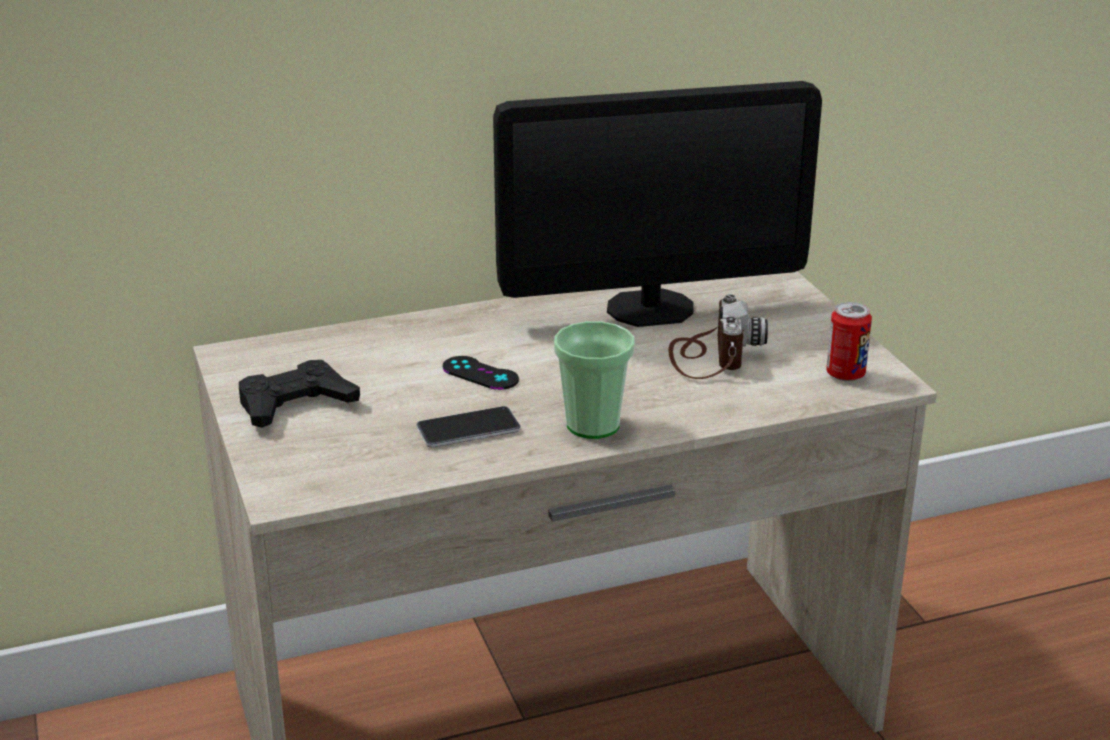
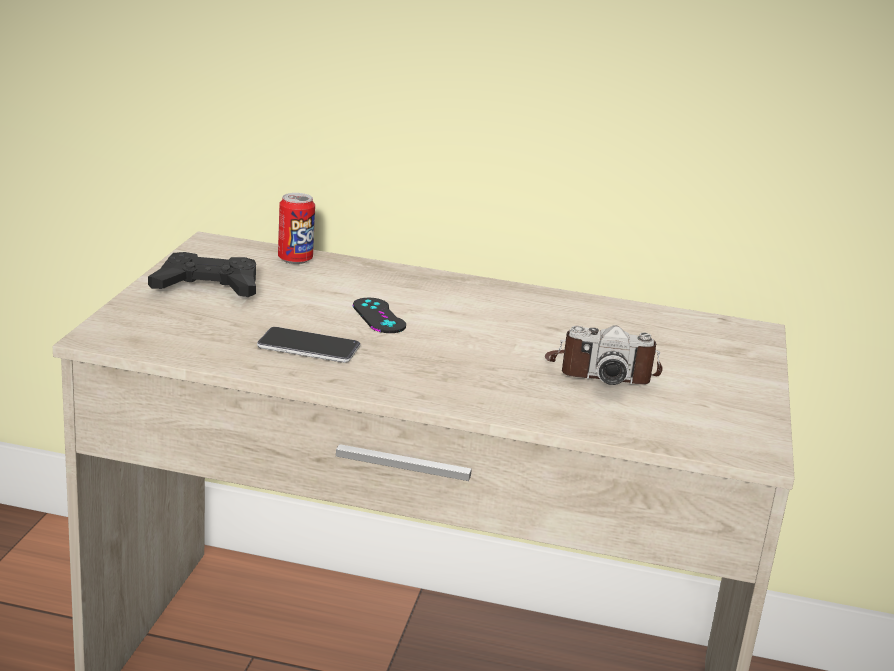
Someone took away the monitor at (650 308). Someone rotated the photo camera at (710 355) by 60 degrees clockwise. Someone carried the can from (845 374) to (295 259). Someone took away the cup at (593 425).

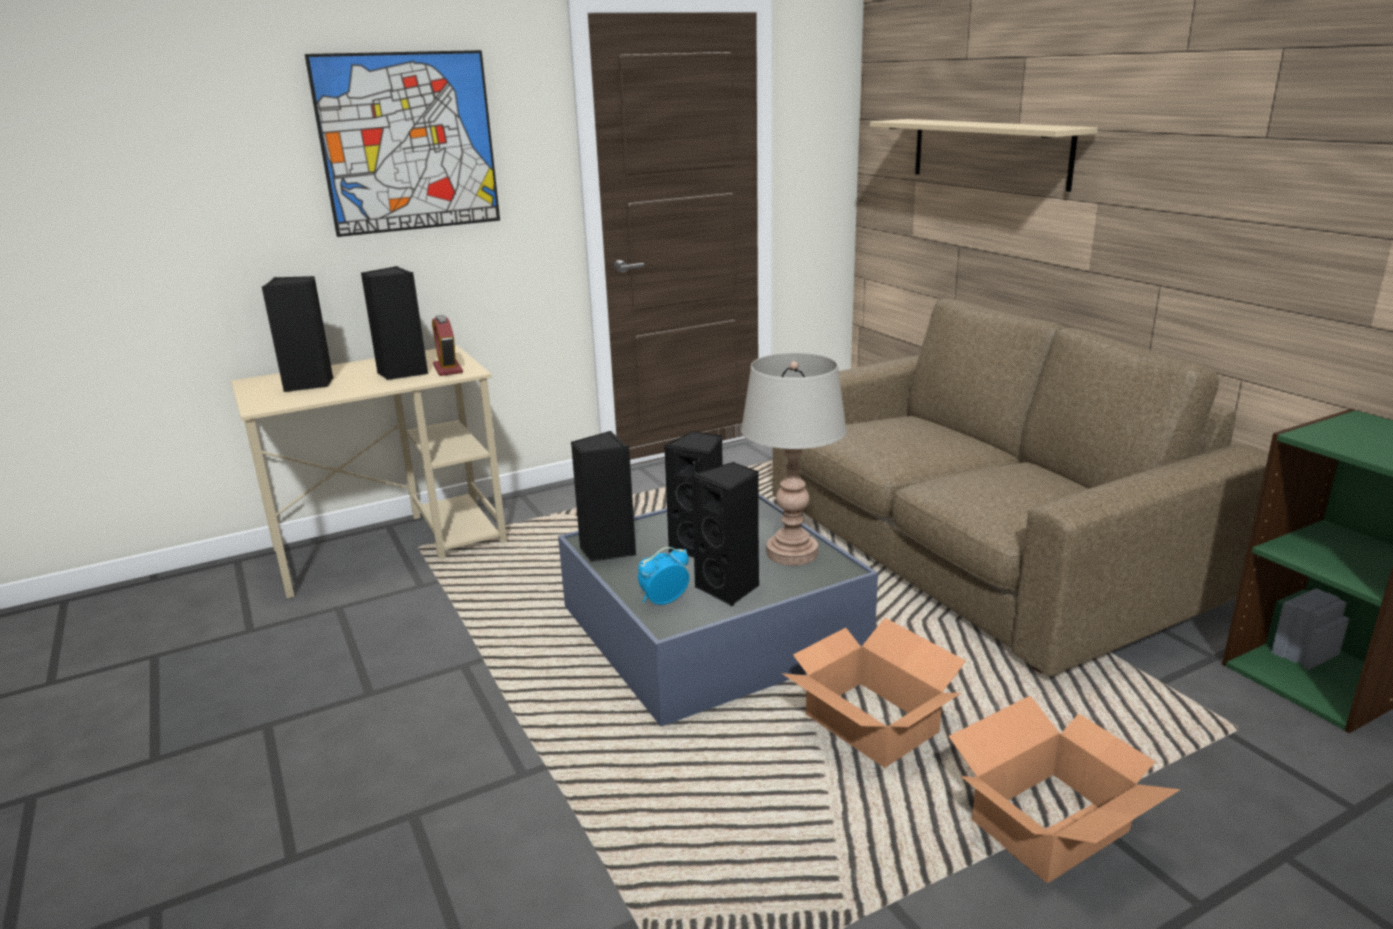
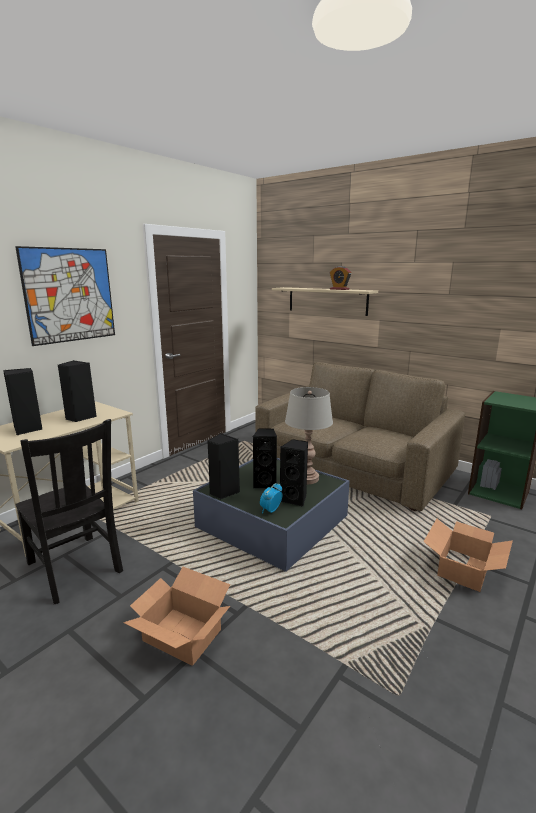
Someone carried the alarm clock from (448 369) to (339 289). Someone carried the cardboard box from (871 723) to (182 634). Someone put down the chair (black) at (75 569).

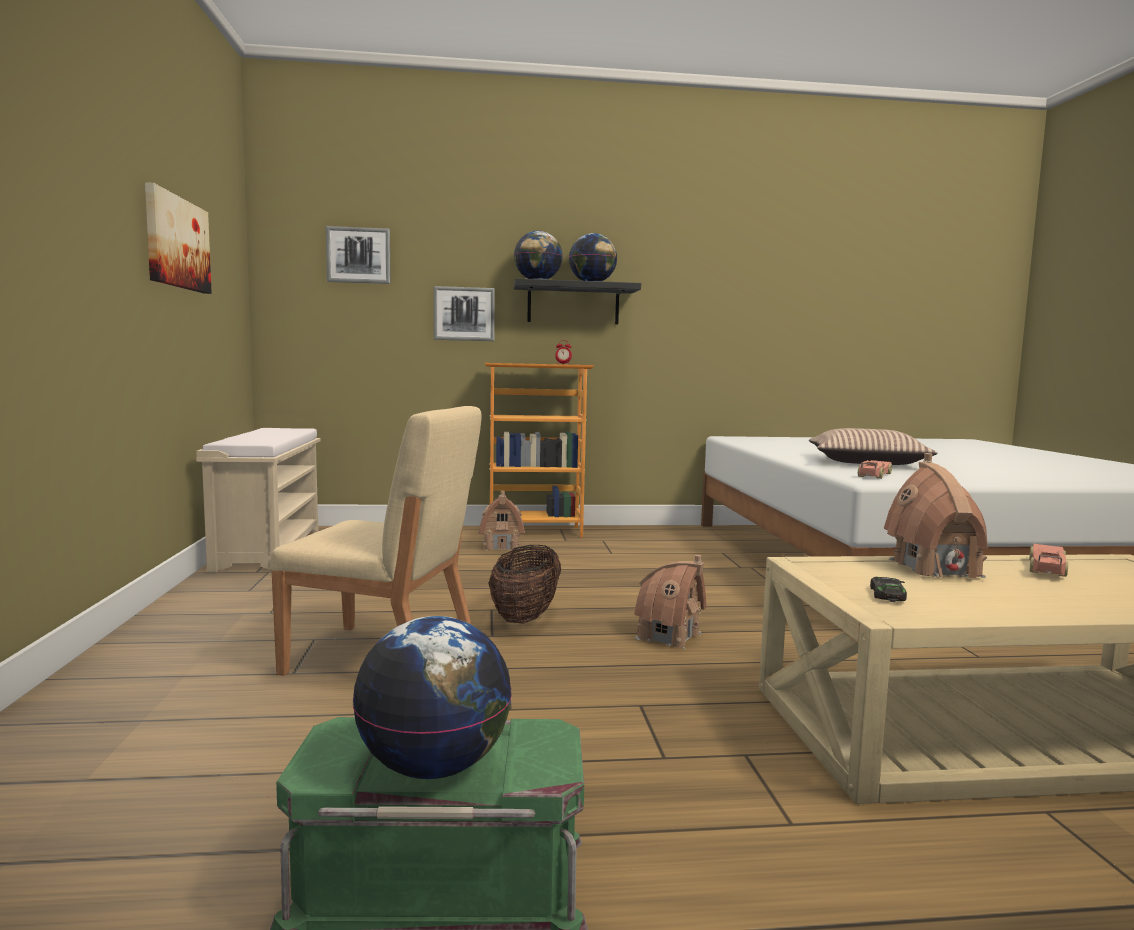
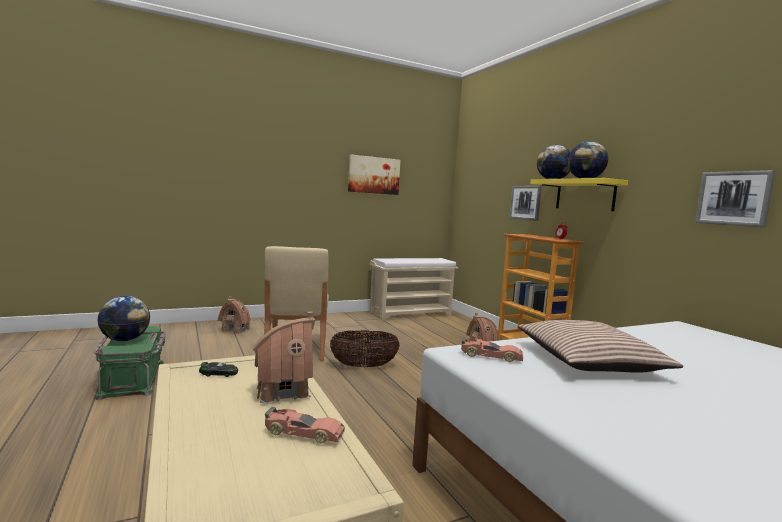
Someone carried the picture from (358 255) to (733 198). Someone repainted the shelf (black) at (573 304), which became the shelf (yellow) at (585 195). Someone carried the toy house from (669 636) to (235 330).

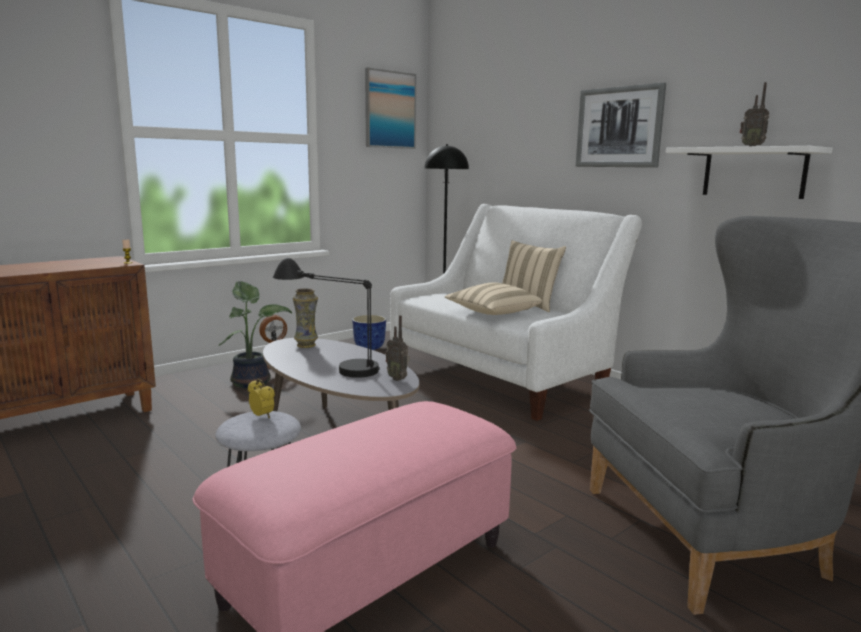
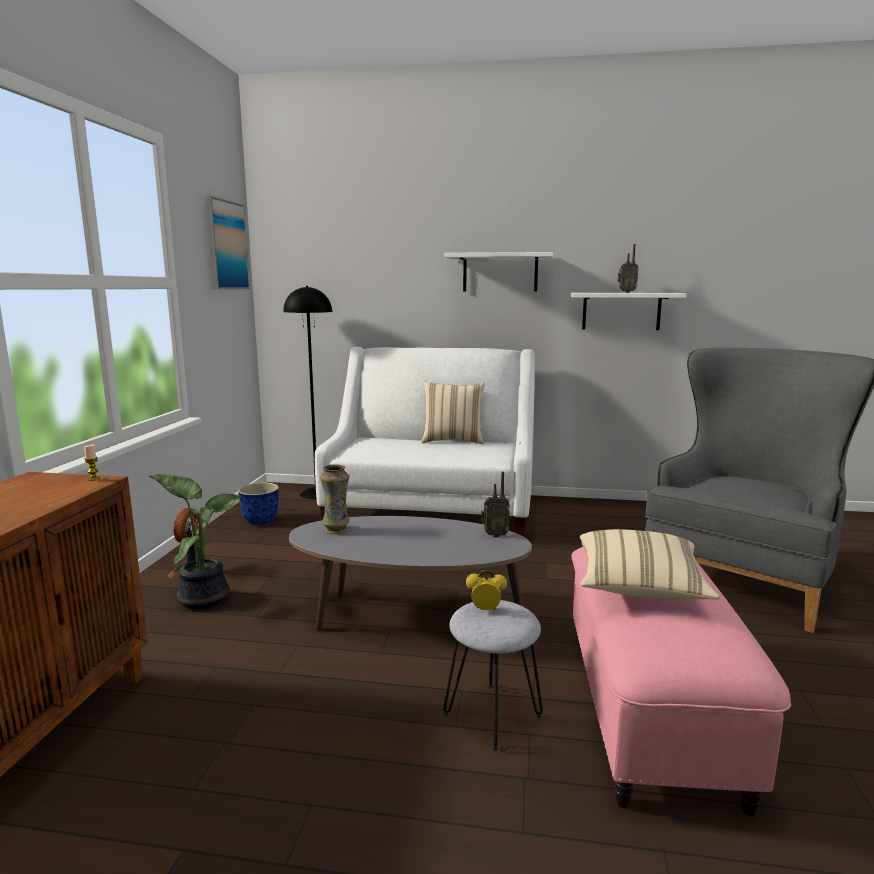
Someone swapped the picture at (619 127) for the shelf (white) at (500 273). Someone took away the table lamp (black) at (329 365). Someone carried the pillow (beige) from (492 313) to (639 587).

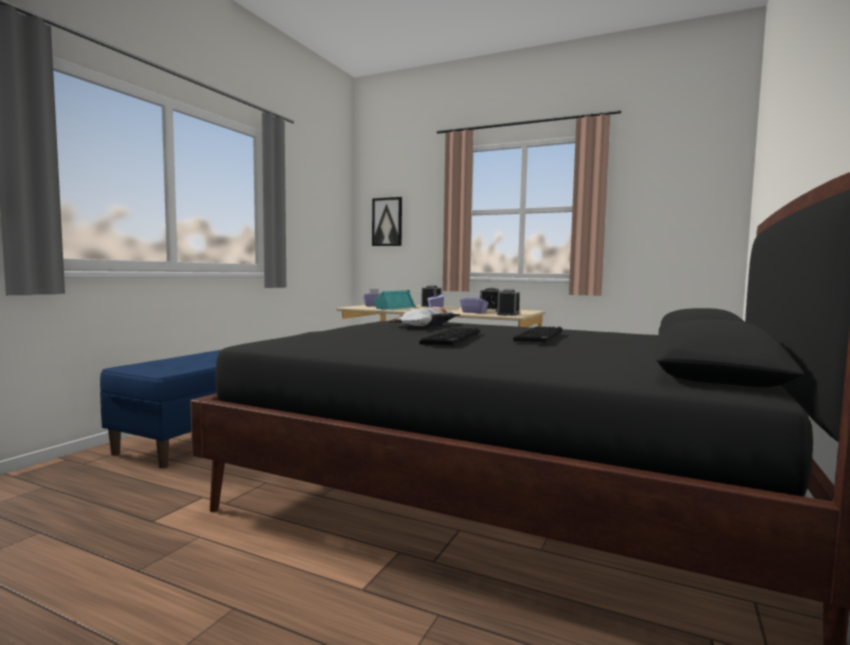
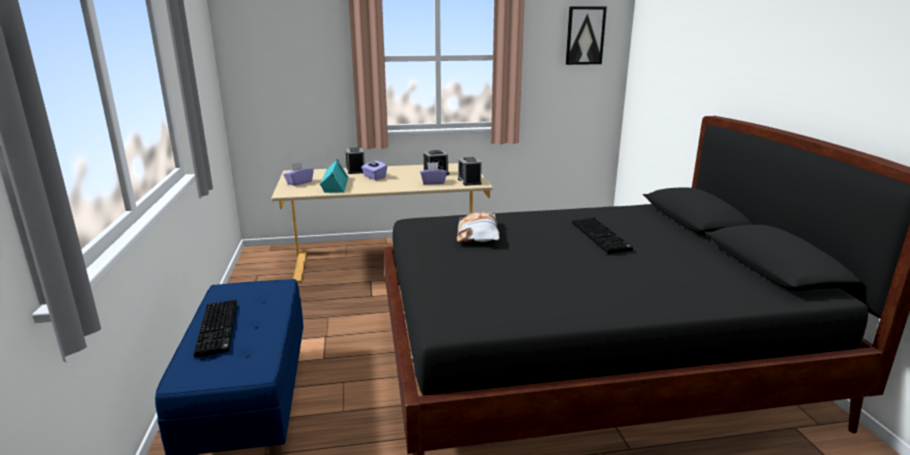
Someone carried the picture from (387 222) to (585 35). Someone carried the keyboard from (453 339) to (219 328).

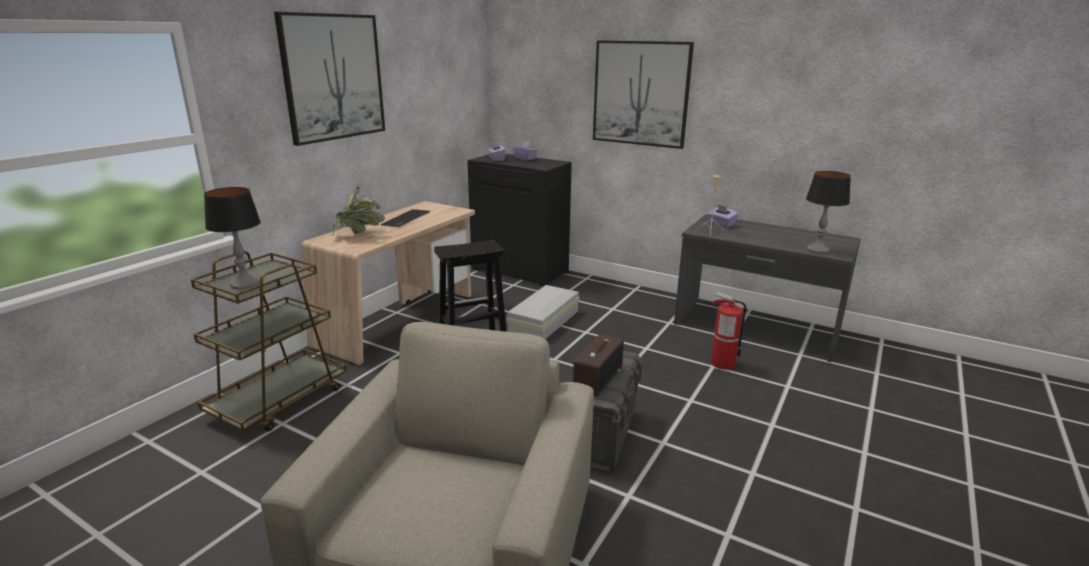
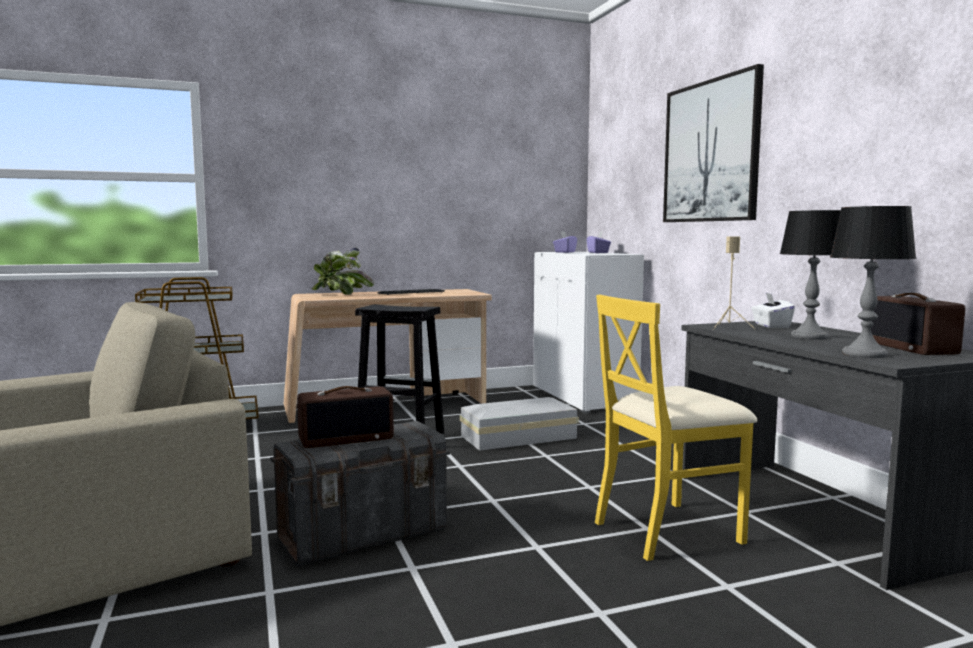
Someone took away the picture at (333 77). Someone repainted the cabinet (black) at (520 270), which became the cabinet (white) at (584 397). Someone carried the table lamp from (244 284) to (809 337). Someone repainted the tissue box (purple) at (721 224), which became the tissue box (white) at (771 326). Someone swapped the fire extinguisher at (722 363) for the chair (yellow) at (667 530). Someone put down the radio at (910 347).

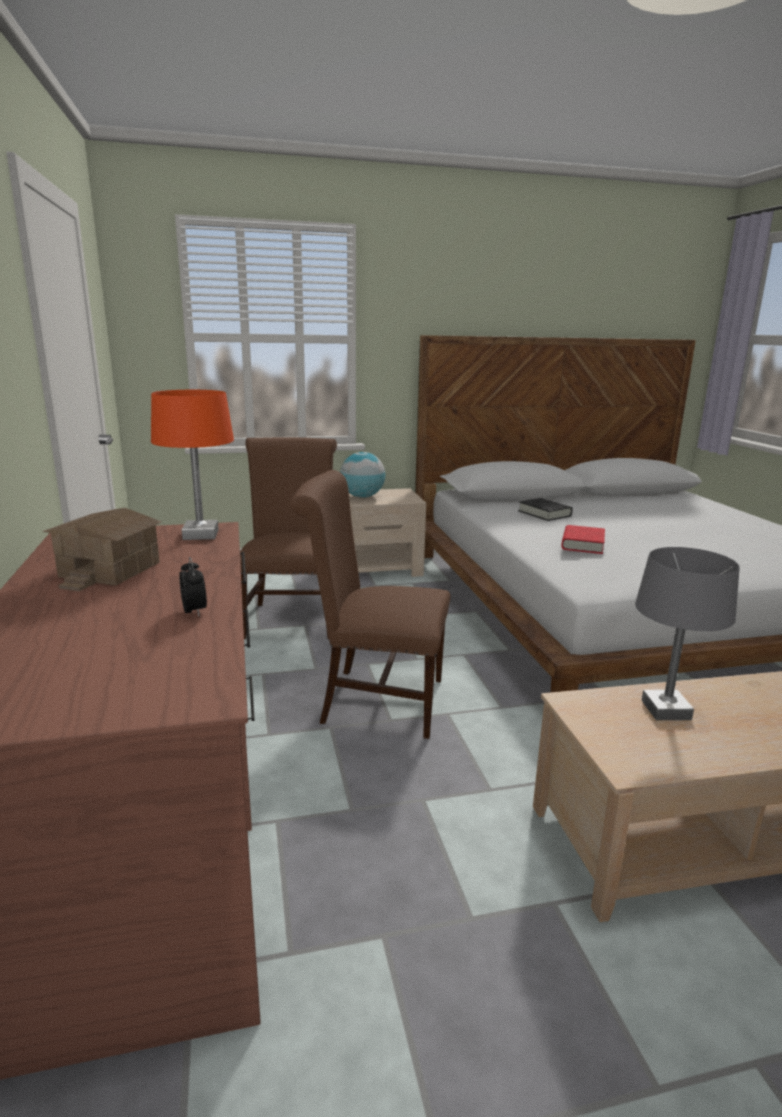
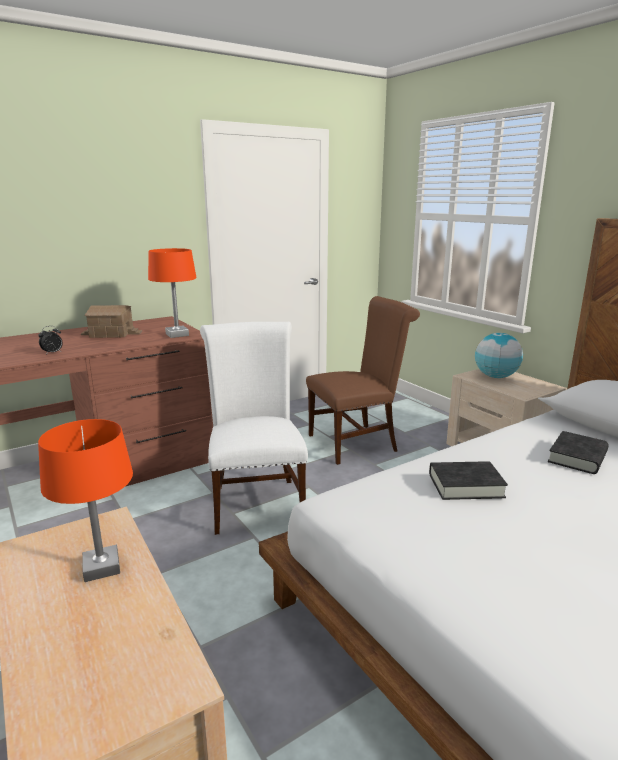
Someone repainted the chair (brown) at (374 700), which became the chair (white) at (256 501). Someone repainted the book (red) at (582 544), which became the book (black) at (465 485). Someone repainted the table lamp (grey) at (665 710), which became the table lamp (orange) at (102 567).

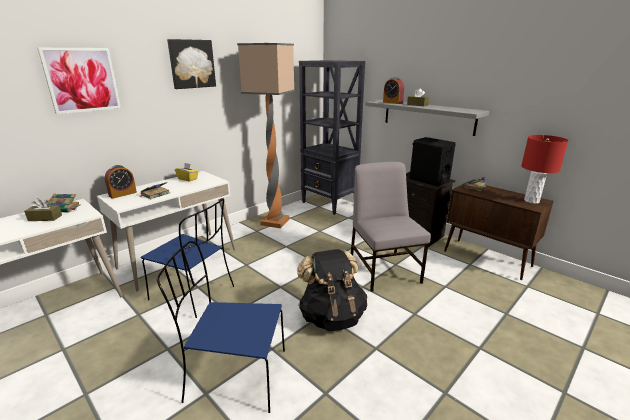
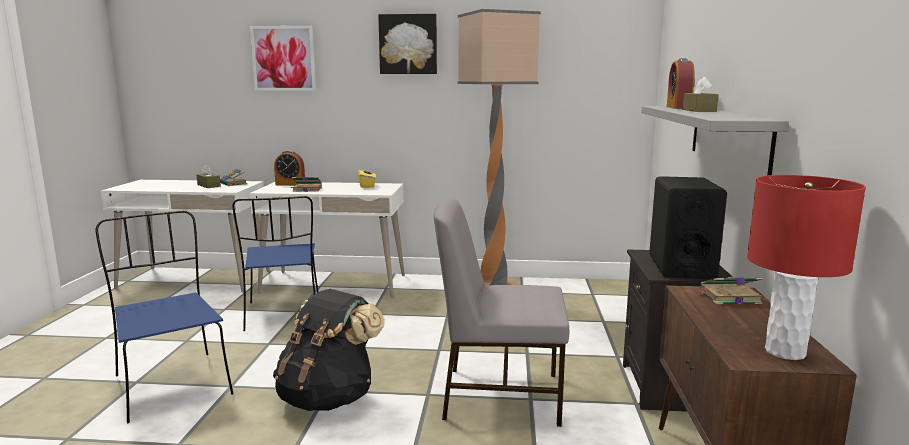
Someone took away the bookcase (black) at (329 203). Someone rotated the chair (grey) at (384 269) by 120 degrees counterclockwise.

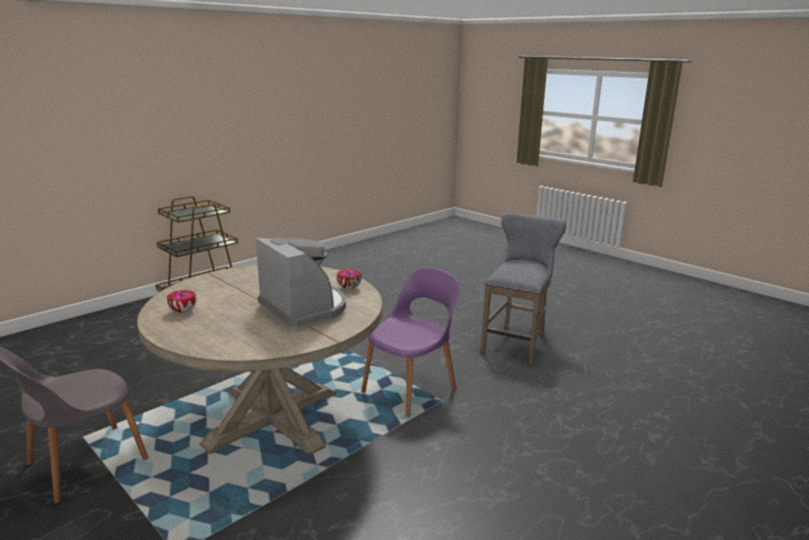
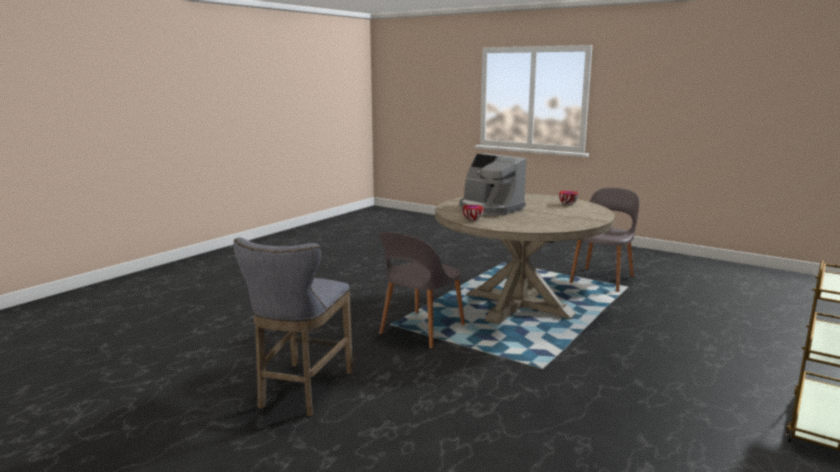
Someone repainted the chair (purple) at (411 389), which became the chair (grey) at (421 330).

